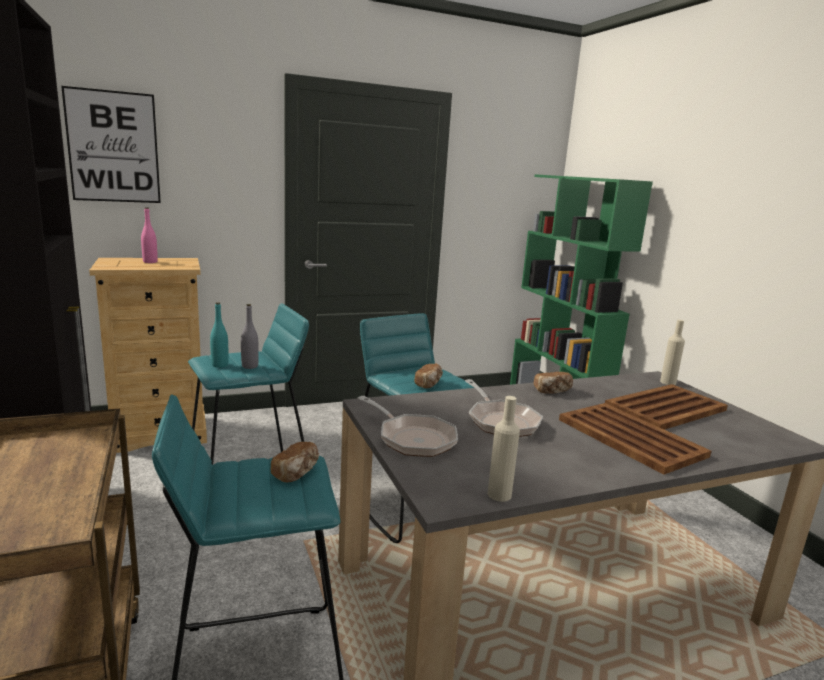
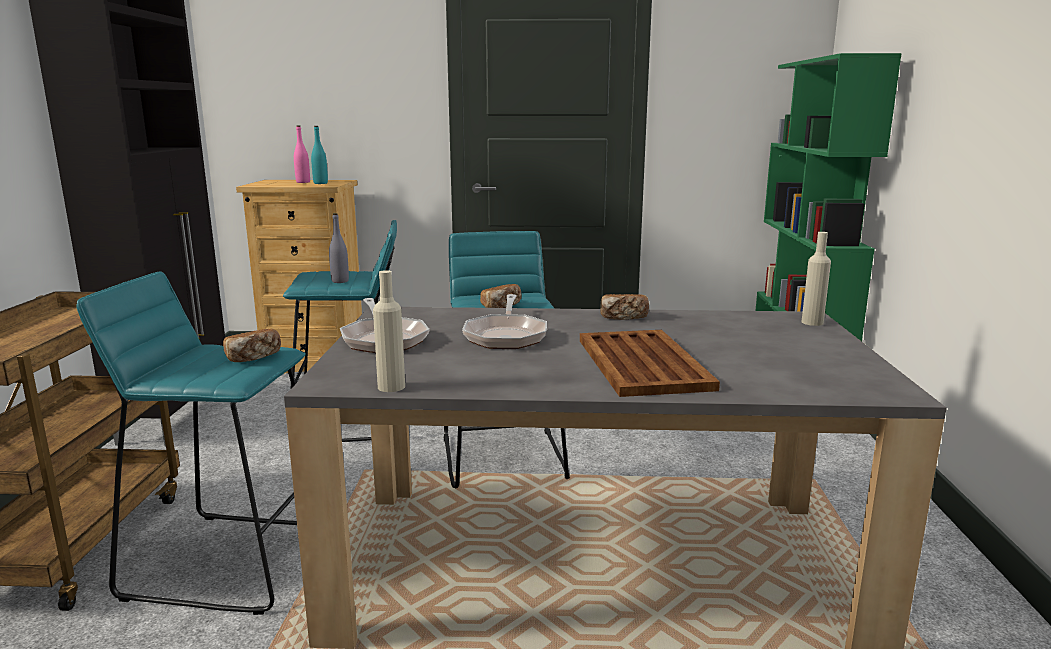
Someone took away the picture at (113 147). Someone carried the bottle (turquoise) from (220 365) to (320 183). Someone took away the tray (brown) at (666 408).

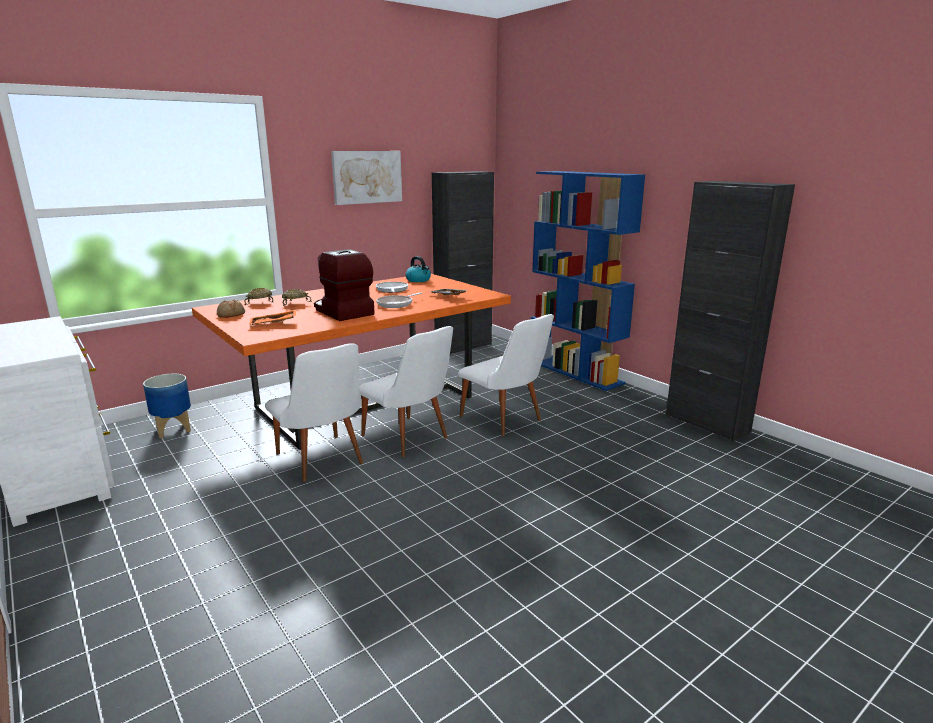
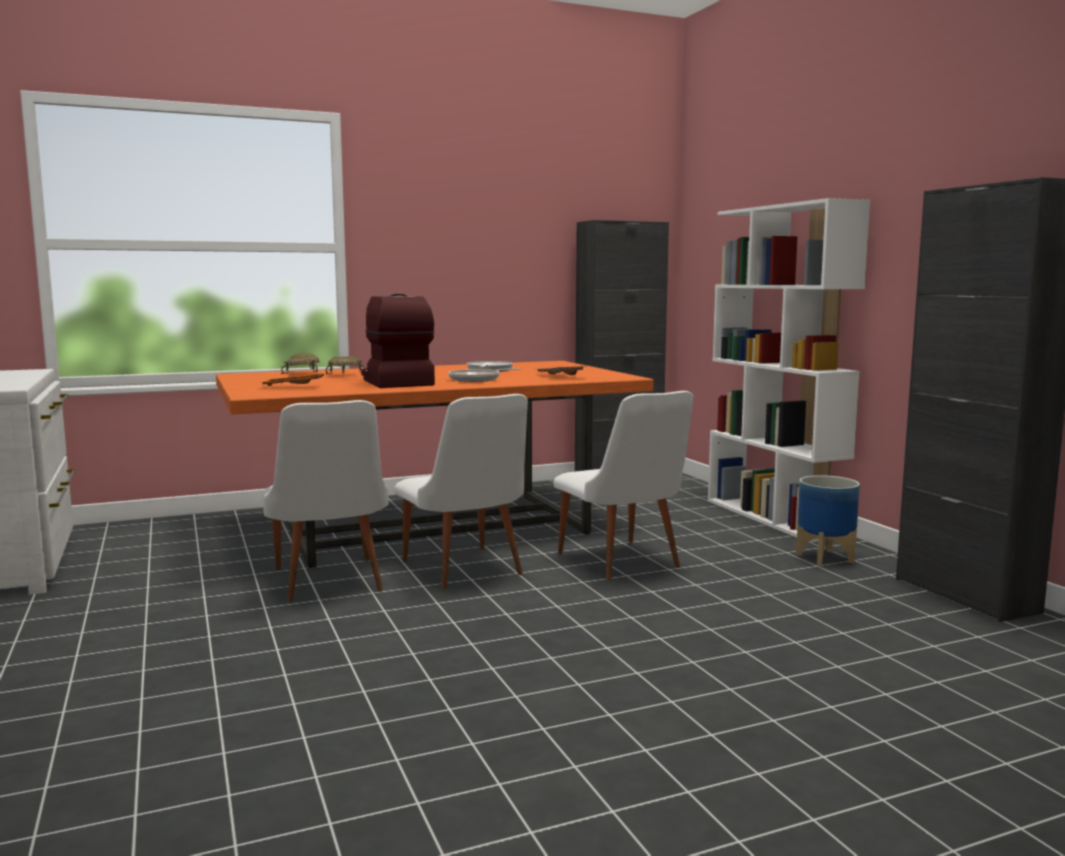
Someone took away the picture at (367 177). Someone repainted the bookcase (blue) at (575 372), which became the bookcase (white) at (774 517). Someone took away the kettle at (418 280). Someone took away the bread at (231 315). Someone carried the planter from (173 430) to (824 558).

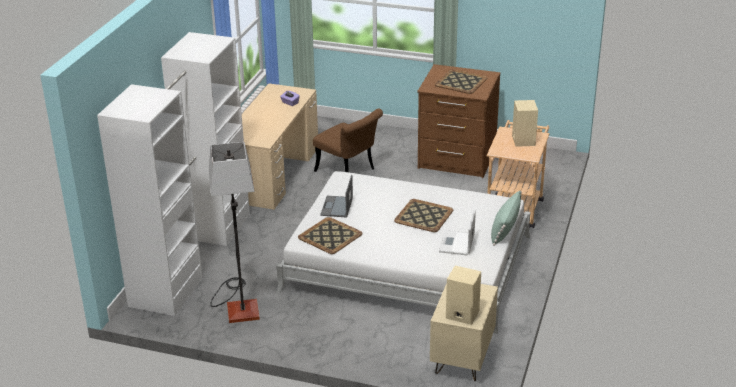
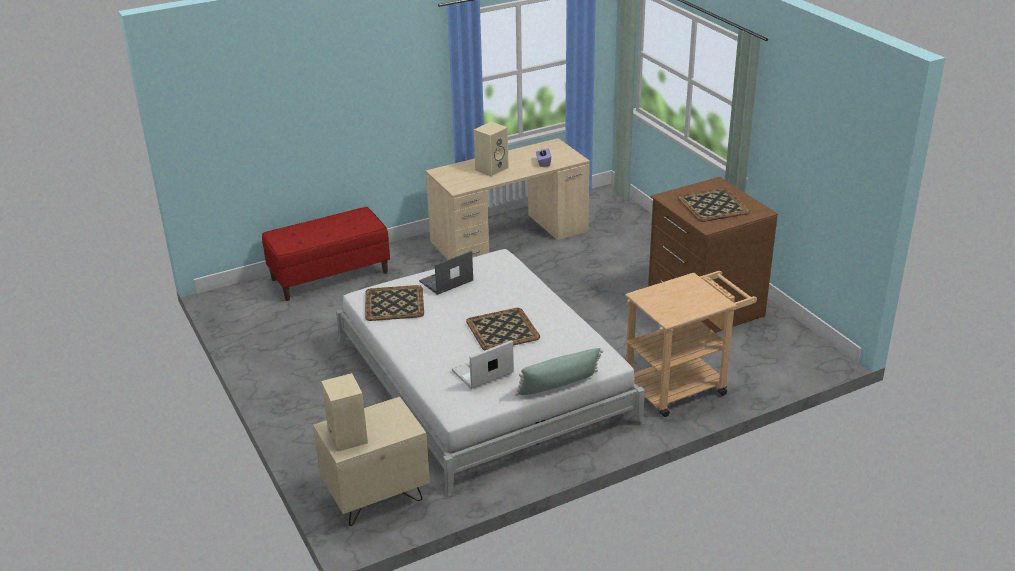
Someone swapped the wardrobe (white) at (192 257) for the bench (red) at (330 276). Someone carried the speaker (beige) from (522 140) to (491 168). Someone took away the chair (brown) at (349 171). Someone took away the floor lamp at (239 306).

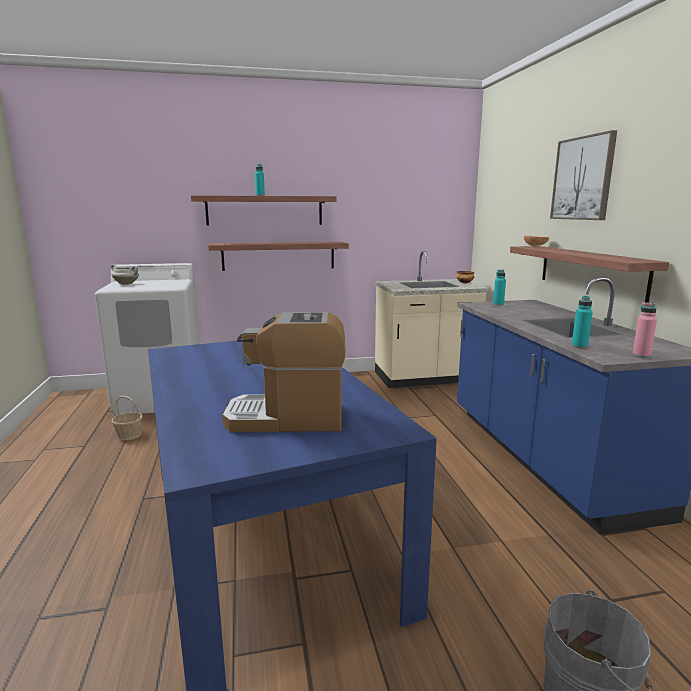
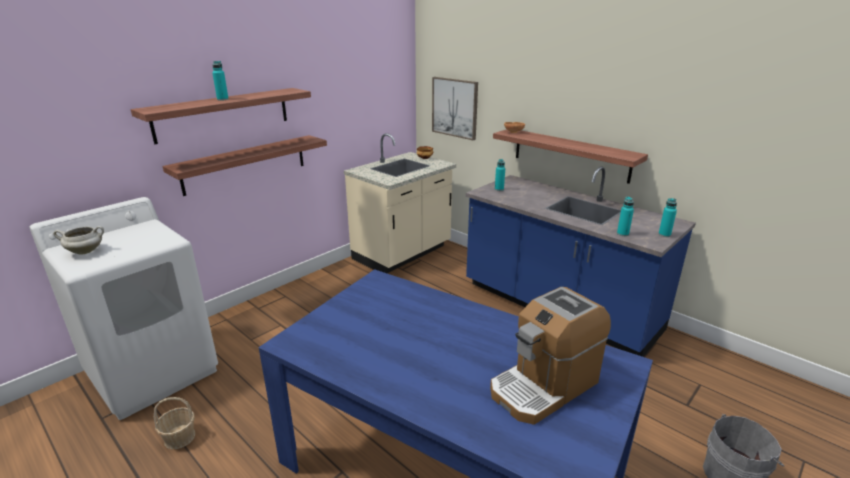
Someone carried the picture from (583 178) to (455 107). Someone repainted the bottle (pink) at (641 355), which became the bottle (turquoise) at (664 234).

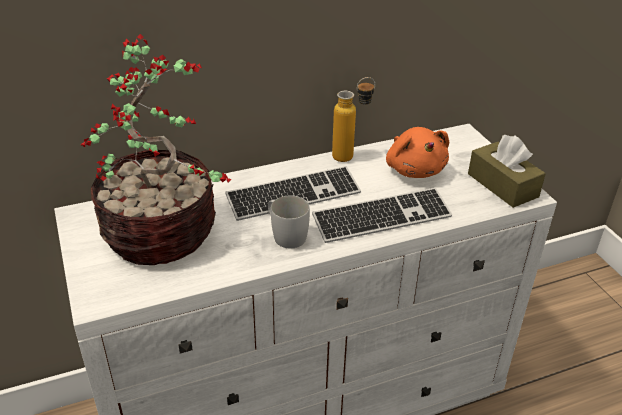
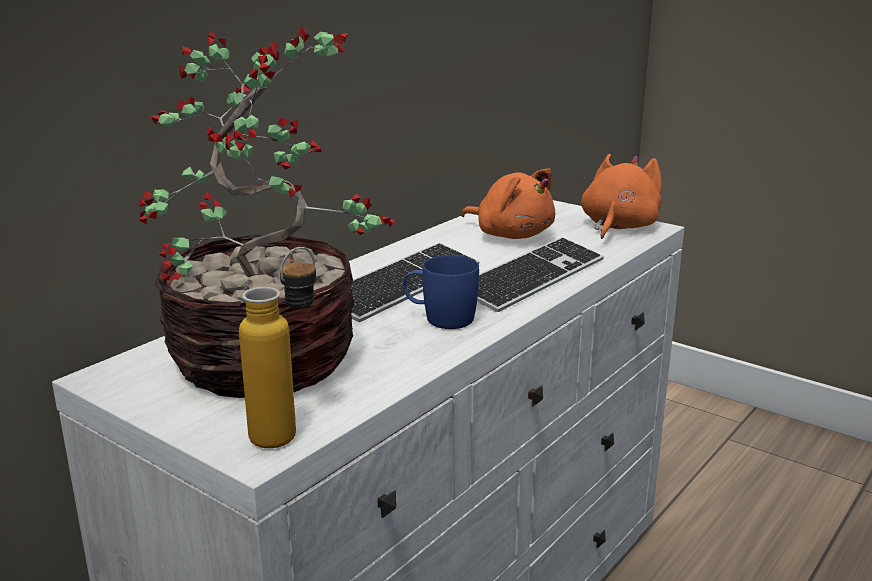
Someone carried the bottle from (351 156) to (288 430). Someone swapped the tissue box (brown) at (502 185) for the plush toy (orange) at (618 226). Someone repainted the mug (white) at (285 235), which became the mug (blue) at (440 318).

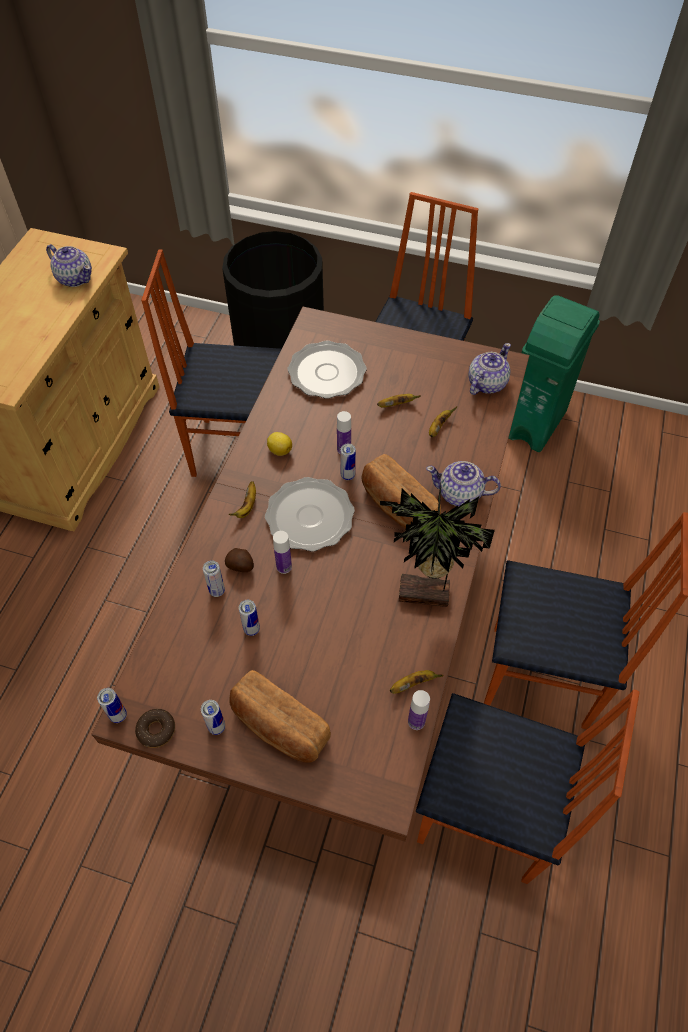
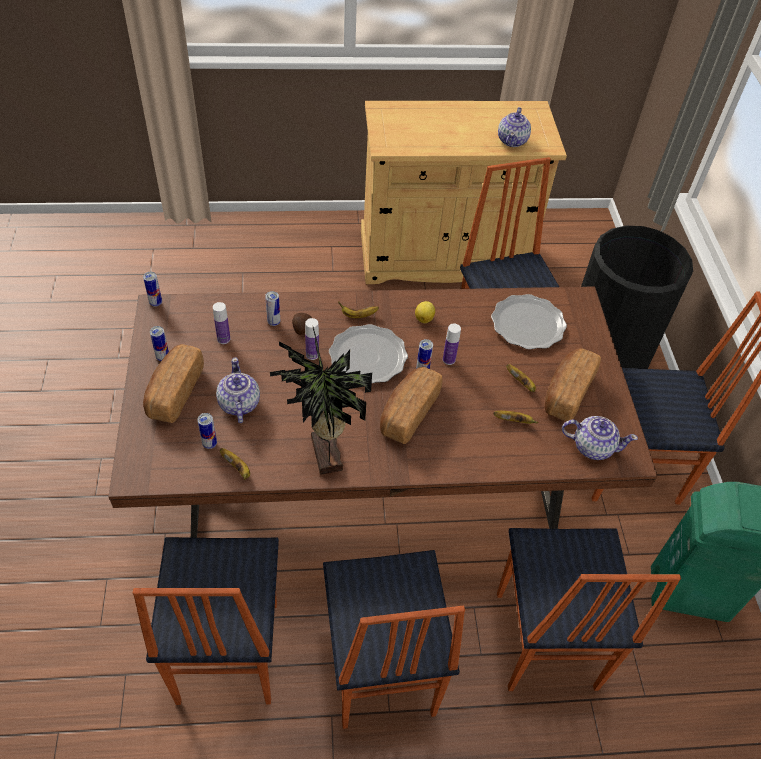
Someone carried the teapot from (460 494) to (239 404). Someone carried the can from (251 629) to (209 444). Someone carried the bottle from (416 721) to (223 339). Someone took away the donut at (156 730). Someone put down the bread at (567 393). Someone put down the chair at (543 641).

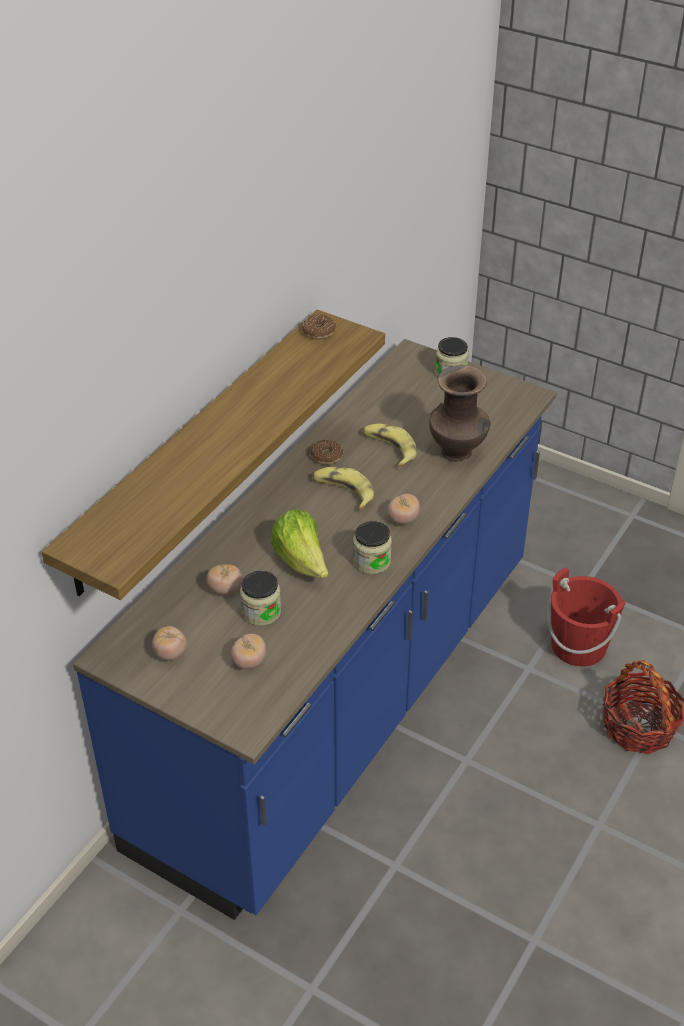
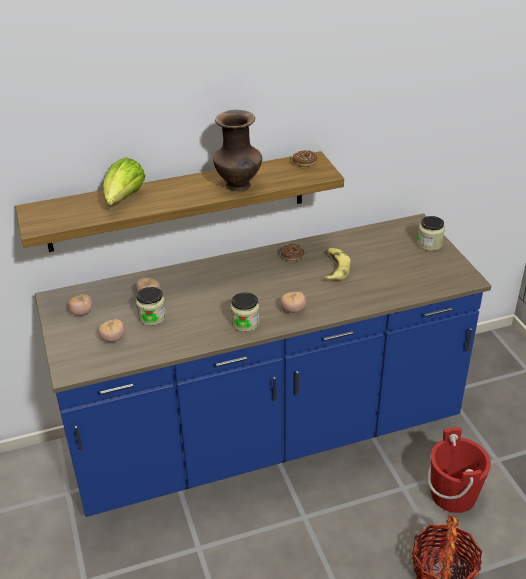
Someone carried the vase (brown) from (458 453) to (239 186). Someone took away the banana at (343 492). Someone carried the lettuce from (302 562) to (123 199).

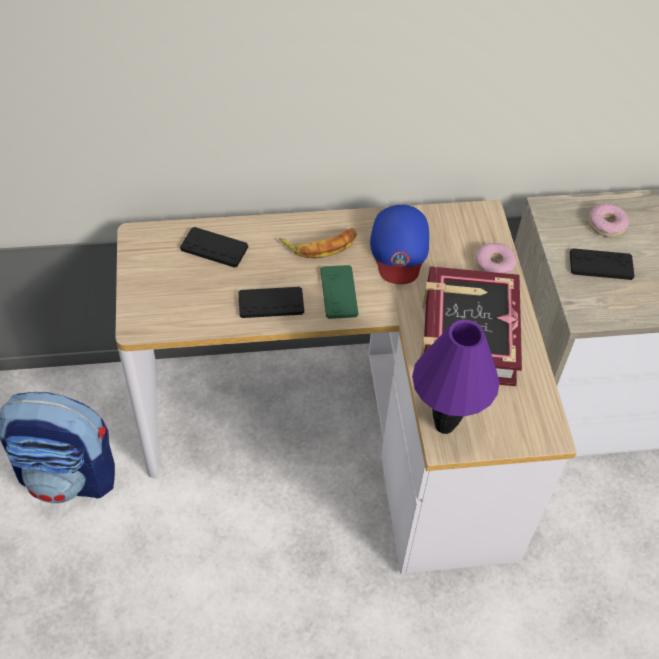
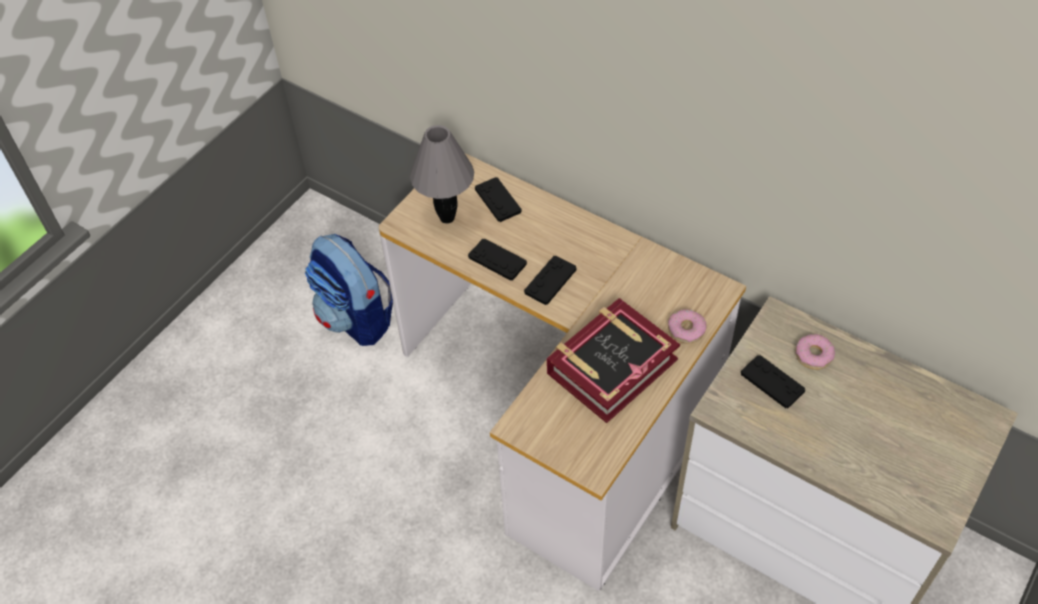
Someone took away the cap (blue) at (399 248). Someone took away the banana at (321 245). Someone repainted the game controller (green) at (339 292), which became the game controller (black) at (550 281). Someone took away the table lamp (purple) at (445 426). Someone put down the table lamp (grey) at (447 217).

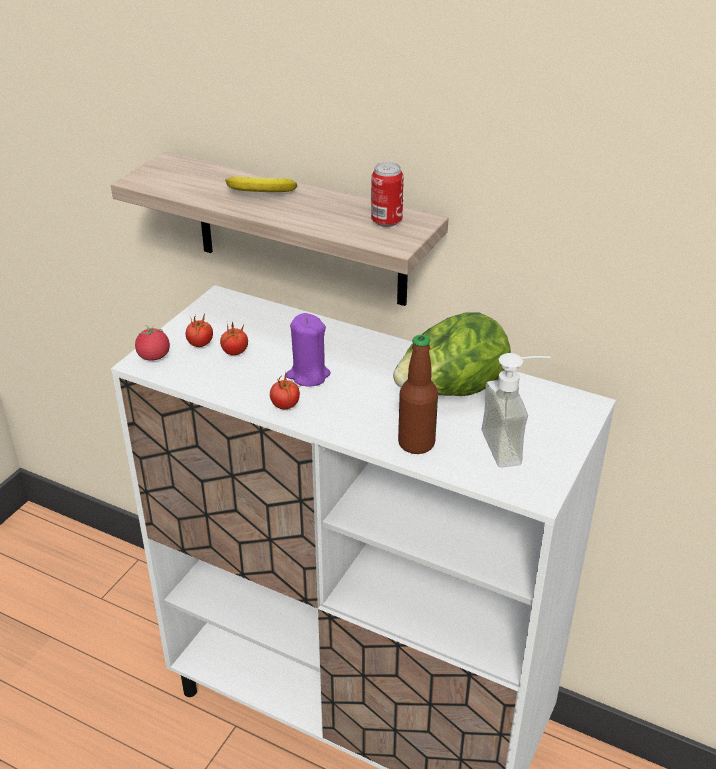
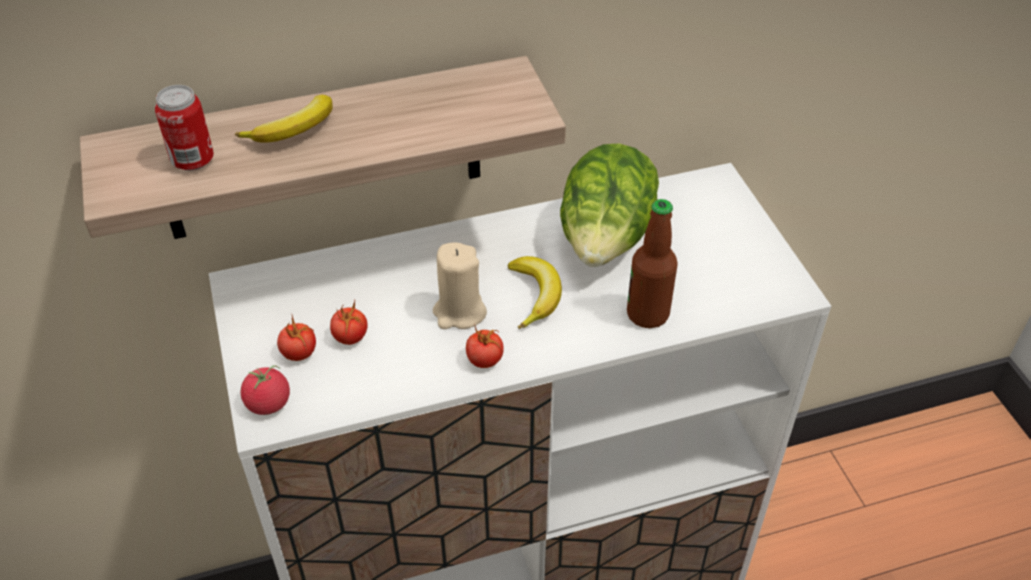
Someone carried the can from (386 221) to (193 160). Someone repainted the candle (purple) at (308 375), which became the candle (beige) at (459 312). Someone took away the soap dispenser at (513 446). Someone put down the banana at (535 295).

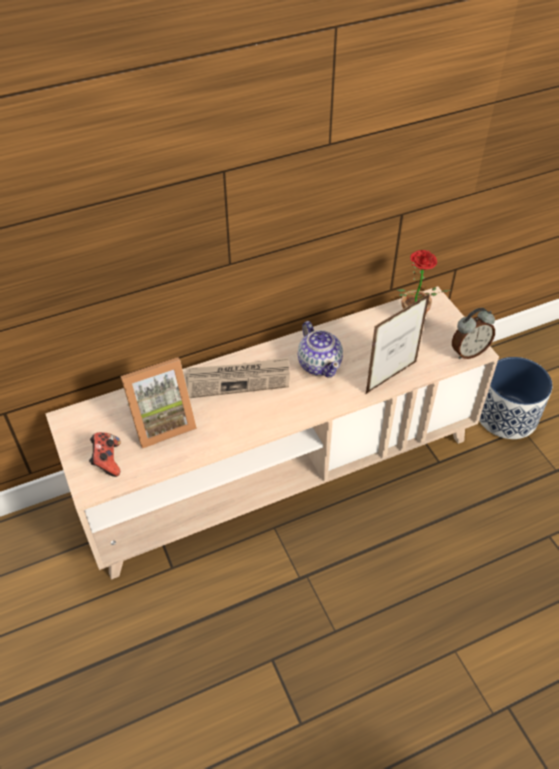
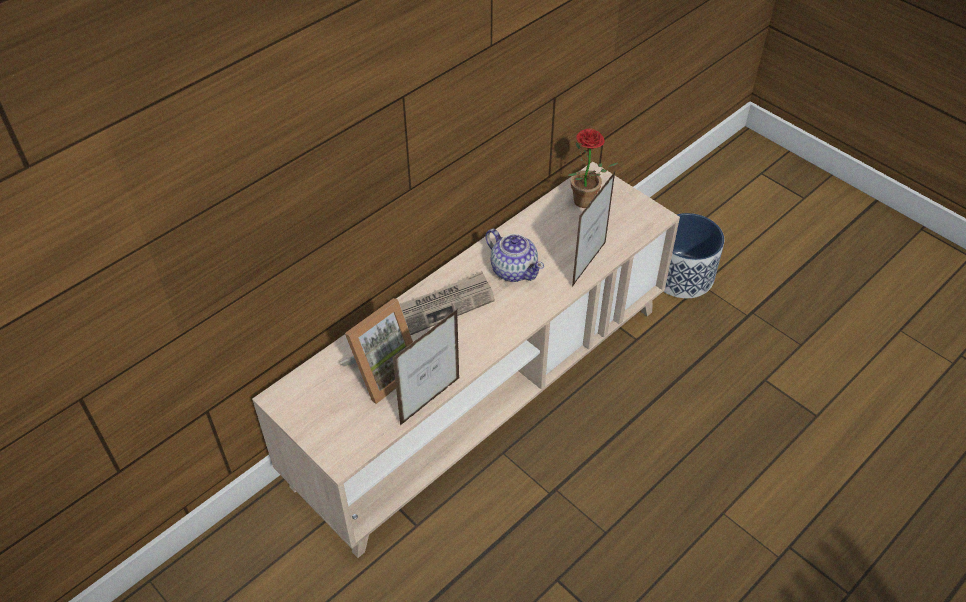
Someone took away the alarm clock at (468 352). Someone took away the game controller at (107 461). Someone put down the picture frame at (430 401).

